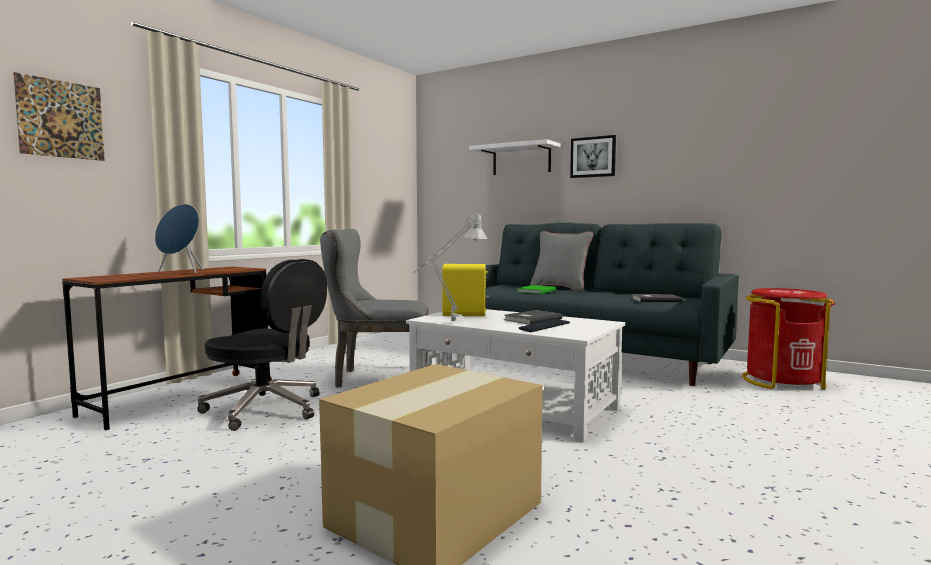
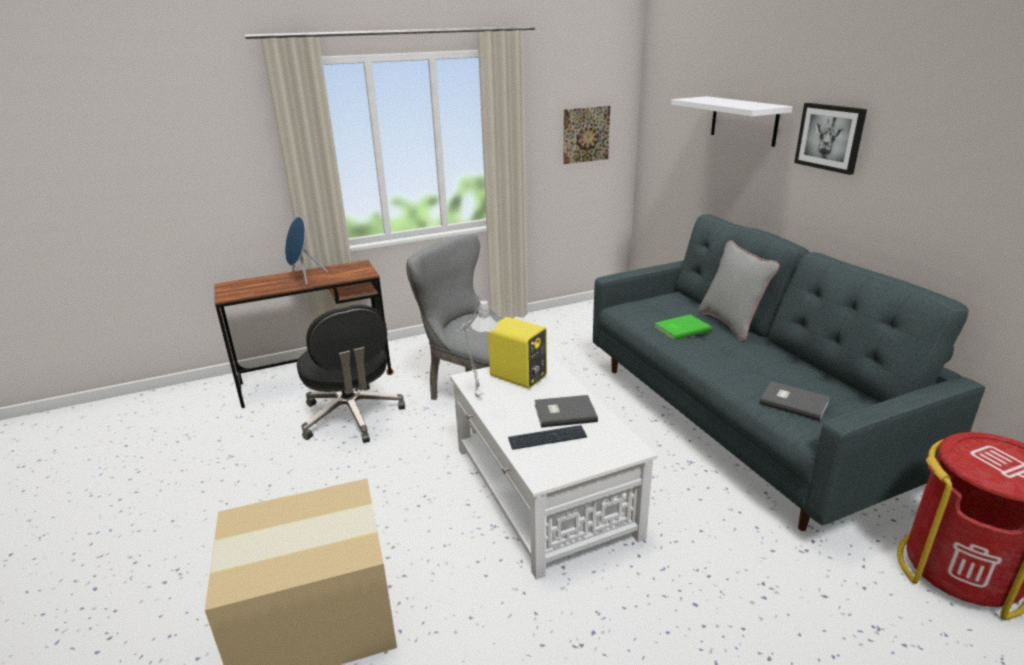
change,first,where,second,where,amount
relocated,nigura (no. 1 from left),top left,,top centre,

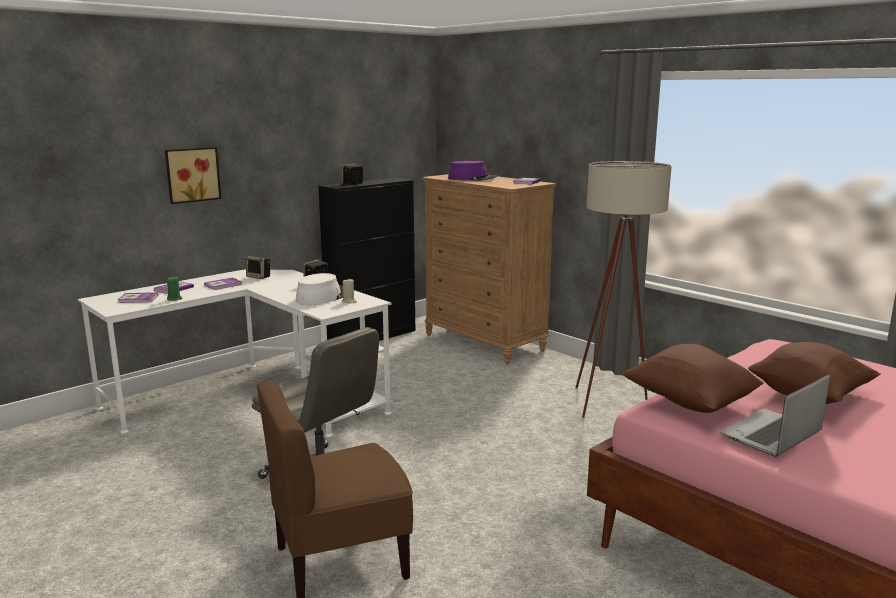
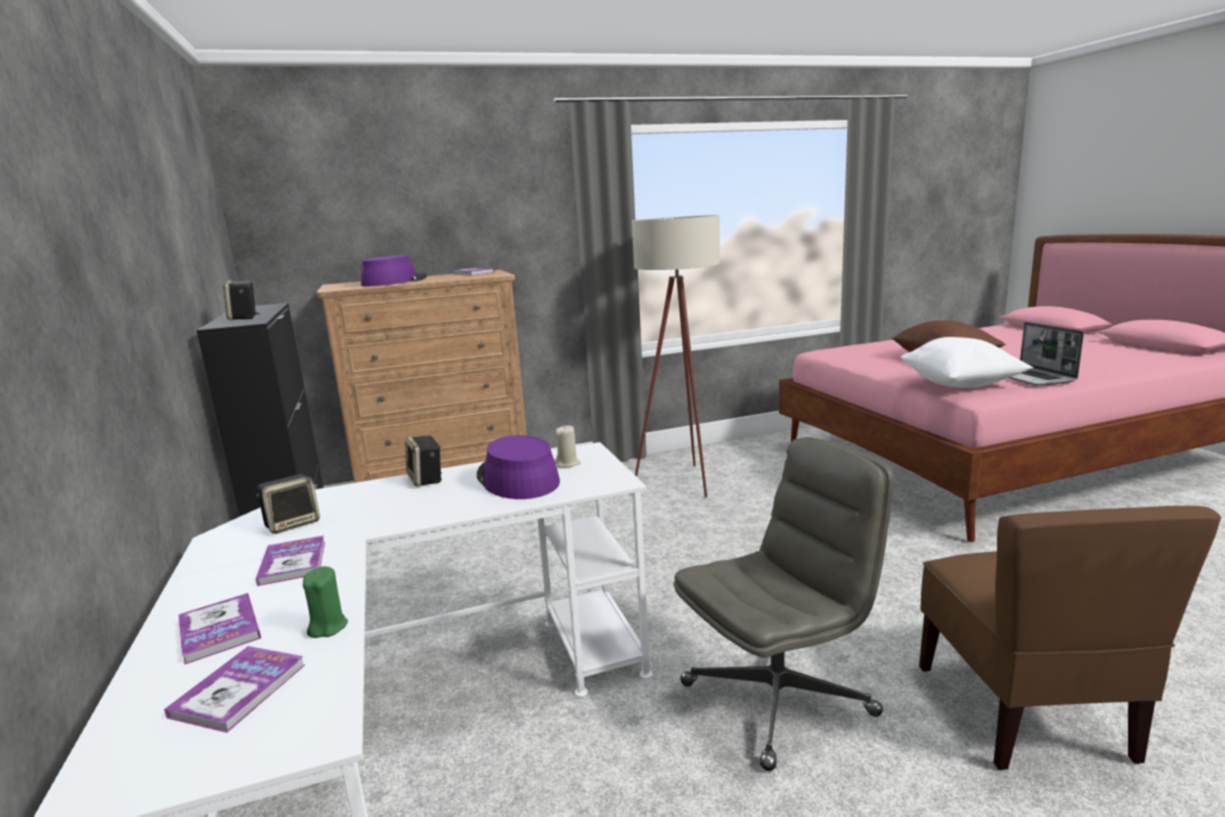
change,first,where,second,where,amount
colour,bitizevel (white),centre,bitizevel (purple) (no. 2 from left),centre,
colour,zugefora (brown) (no. 1 from left),middle right,zugefora (white),middle right,
missing,nigura,top left,,,

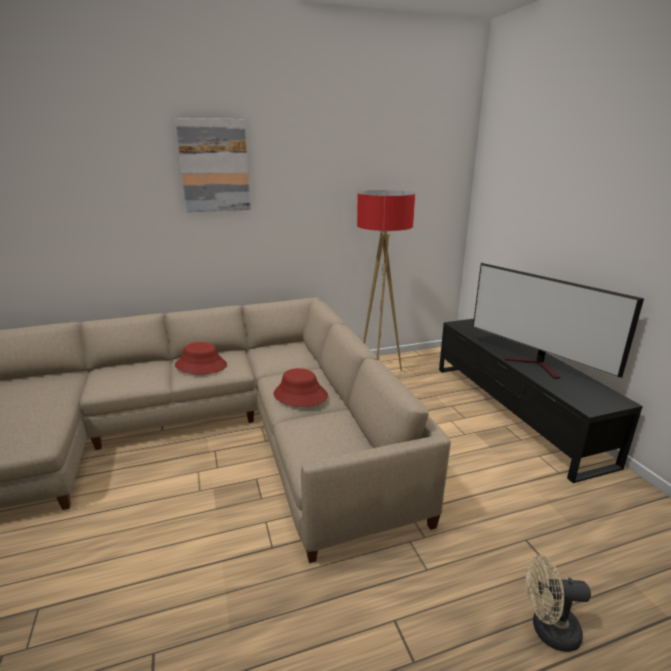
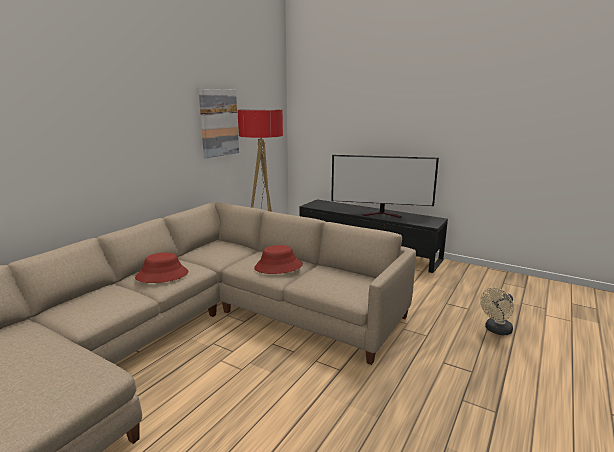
change,first,where,second,where,amount
relocated,nigura,top left,,top centre,

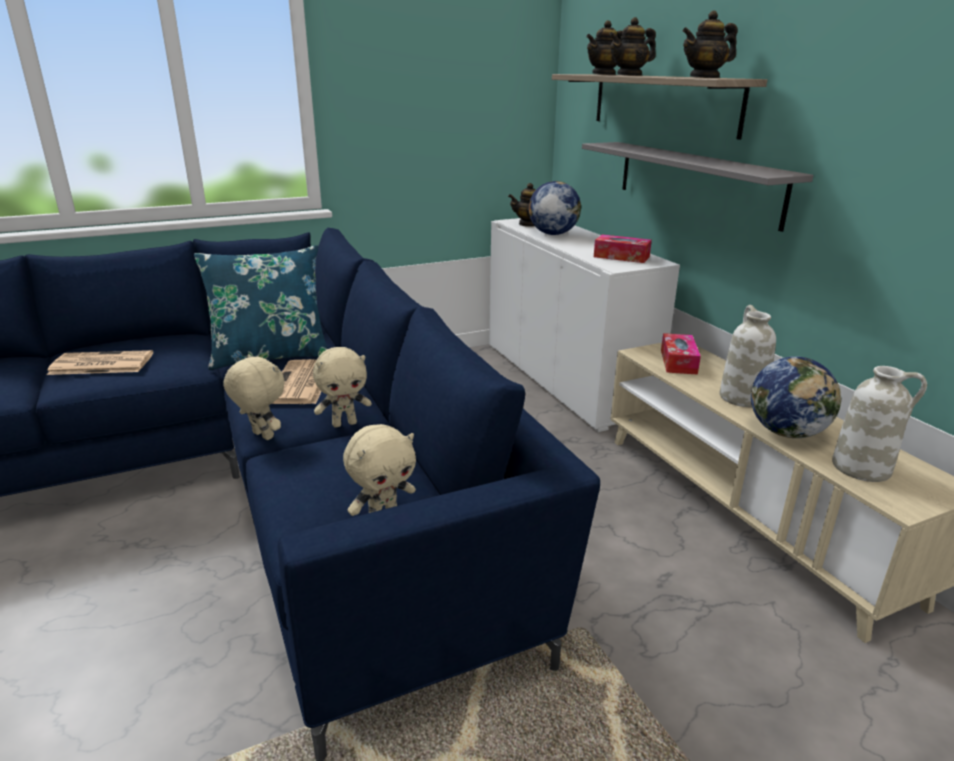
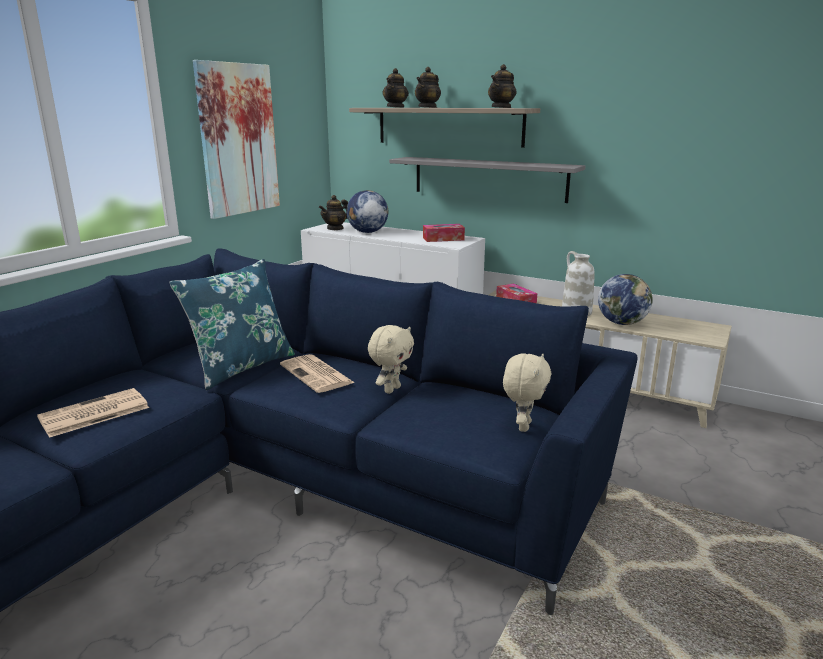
change,first,where,second,where,amount
appeared,,,nigura,top left,
missing,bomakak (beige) (no. 1 from left),middle left,,,
missing,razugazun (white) (no. 2 from left),middle right,,,

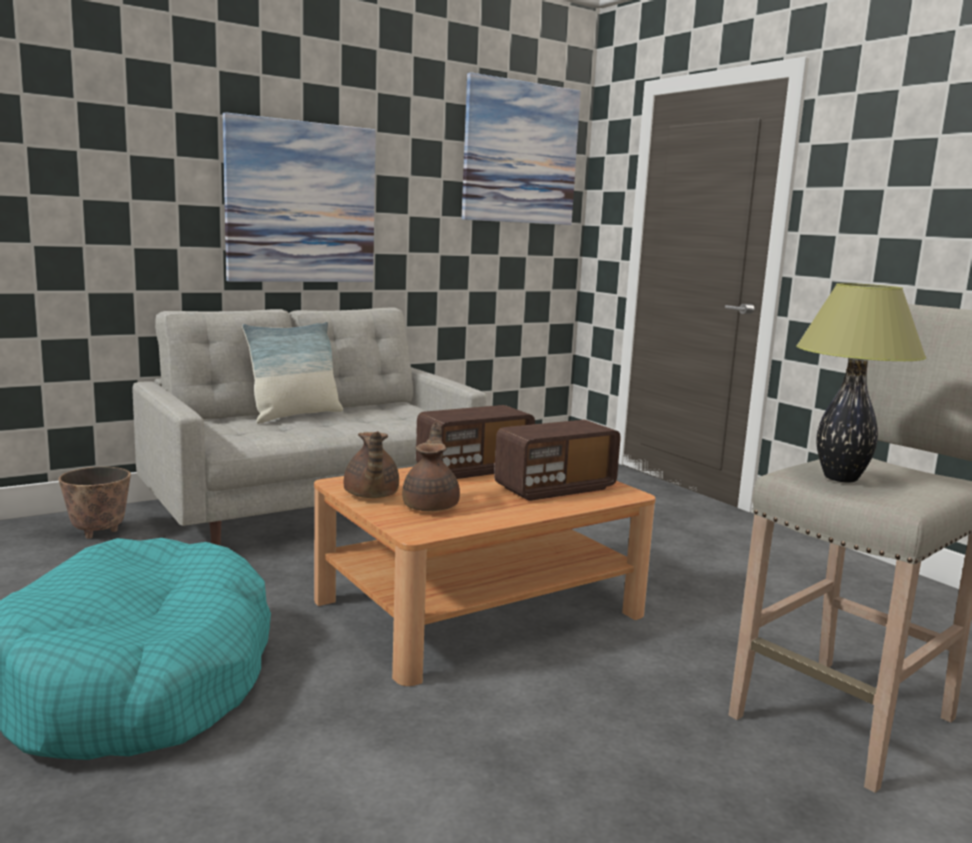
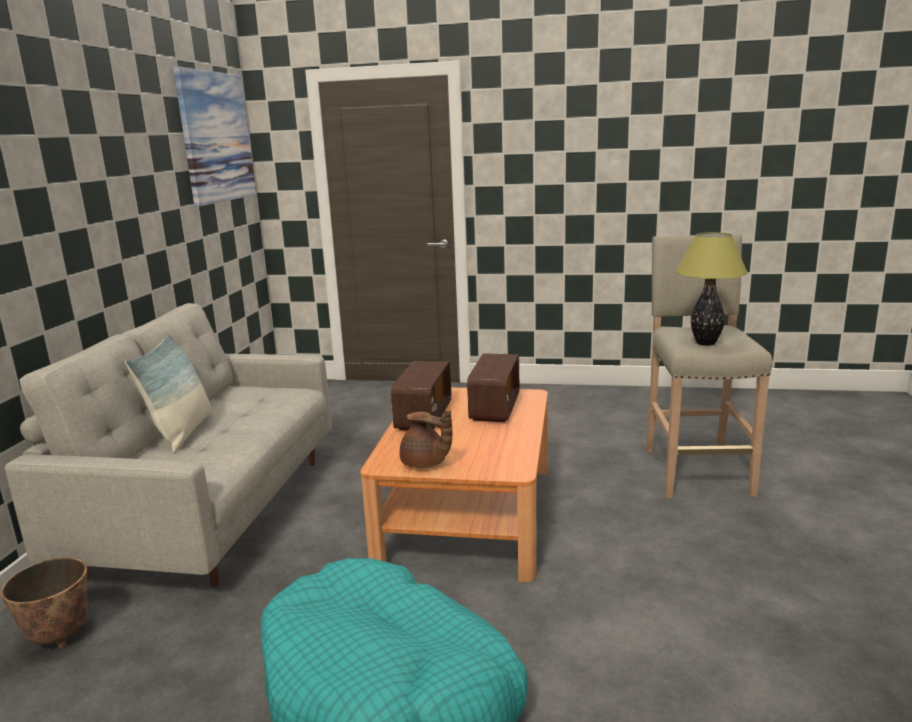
change,first,where,second,where,amount
missing,nigura (no. 1 from left),top left,,,
missing,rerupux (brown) (no. 2 from left),centre,,,

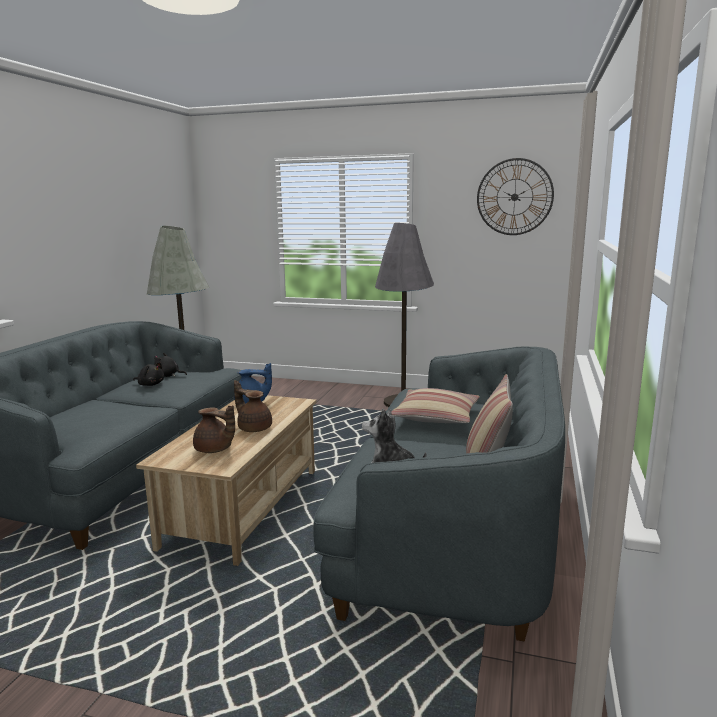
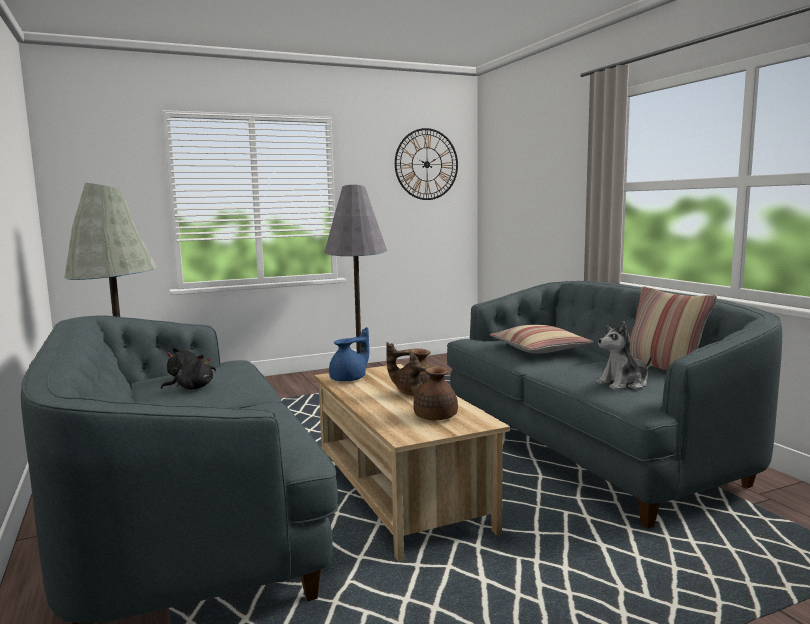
change,first,where,second,where,amount
spun,rerupux (brown) (no. 1 from left in the first image),middle left,rerupux (brown) (no. 2 from left),centre,120 degrees counterclockwise

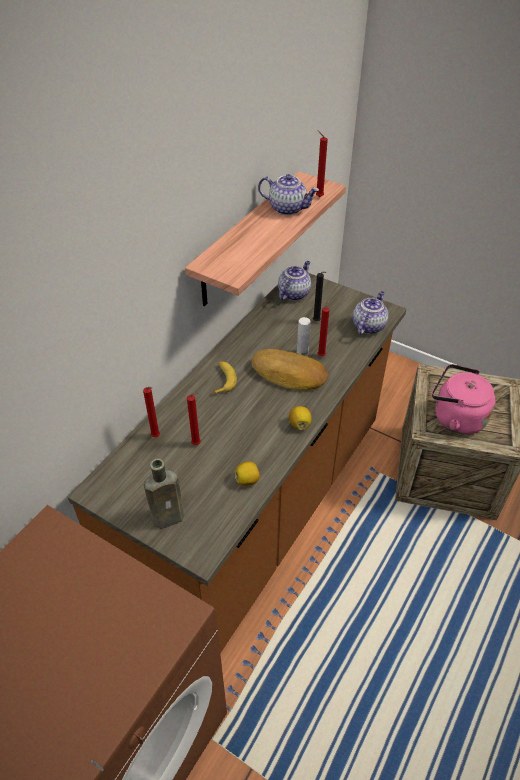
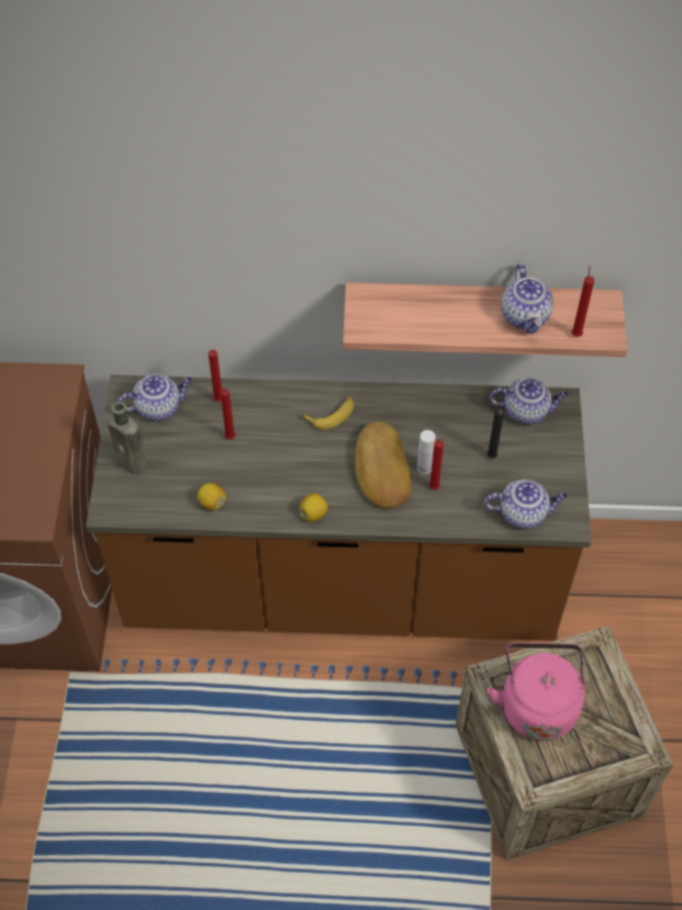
change,first,where,second,where,amount
appeared,,,rerupux (no. 1 from left),middle left,

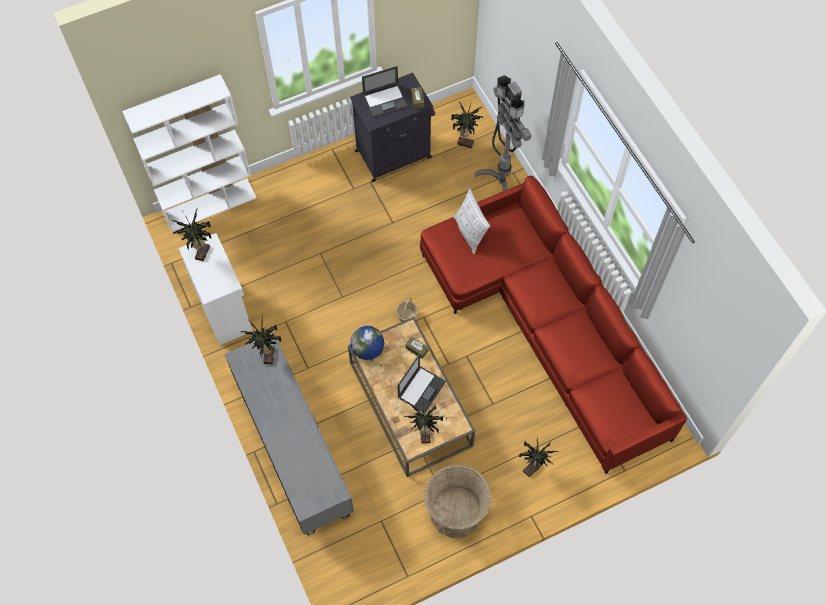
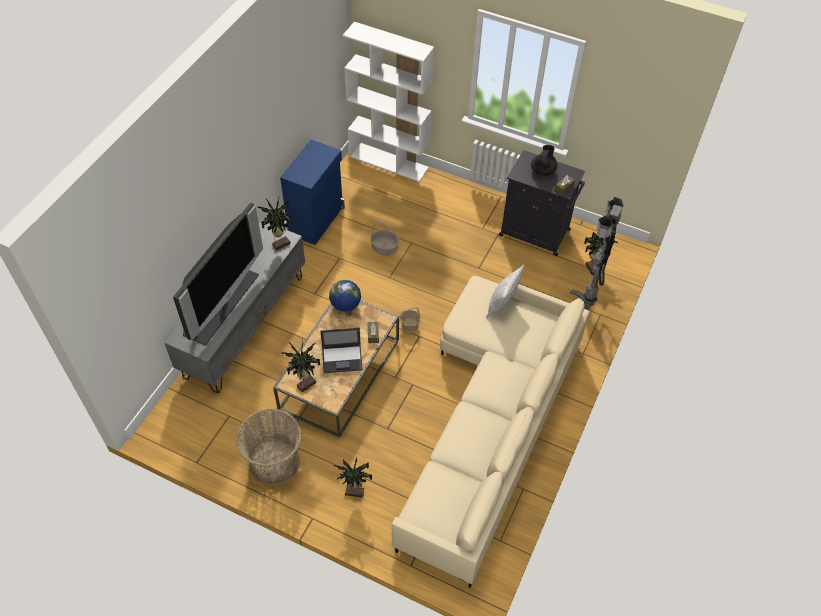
change,first,where,second,where,amount
appeared,,,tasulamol,middle left,
colour,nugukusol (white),middle left,nugukusol (blue),top centre,
appeared,,,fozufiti (no. 2 from left),centre,
colour,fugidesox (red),middle right,fugidesox (beige),bottom centre,
exchanged,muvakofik (no. 1 from left),top centre,rerupux (black),top centre,
missing,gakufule (no. 1 from left),middle left,,,

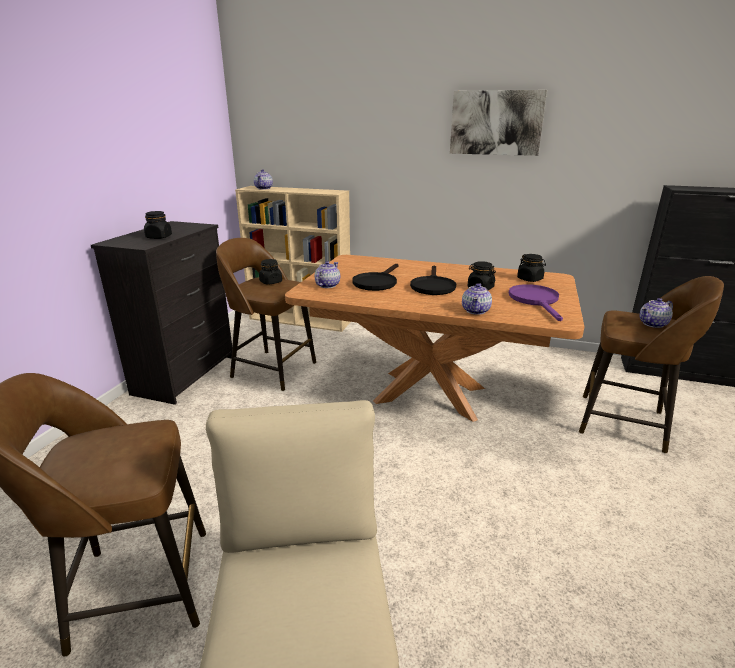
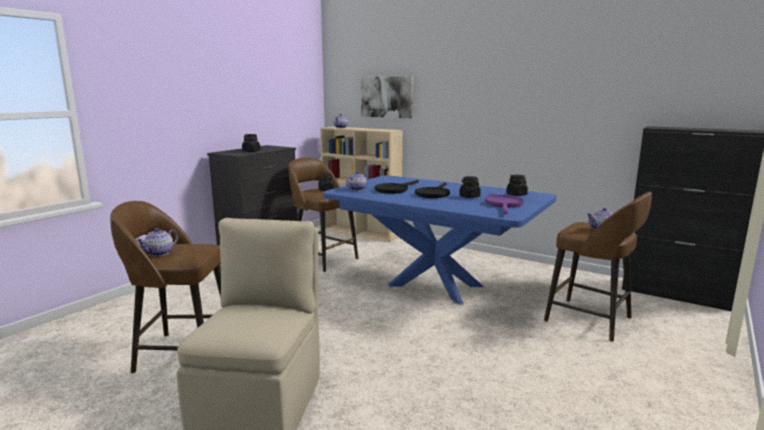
change,first,where,second,where,amount
relocated,rerupux (no. 3 from left in the first image),centre,rerupux (no. 1 from left),middle left,
colour,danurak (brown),centre,danurak (blue),centre,
relocated,nigura,top right,,top centre,

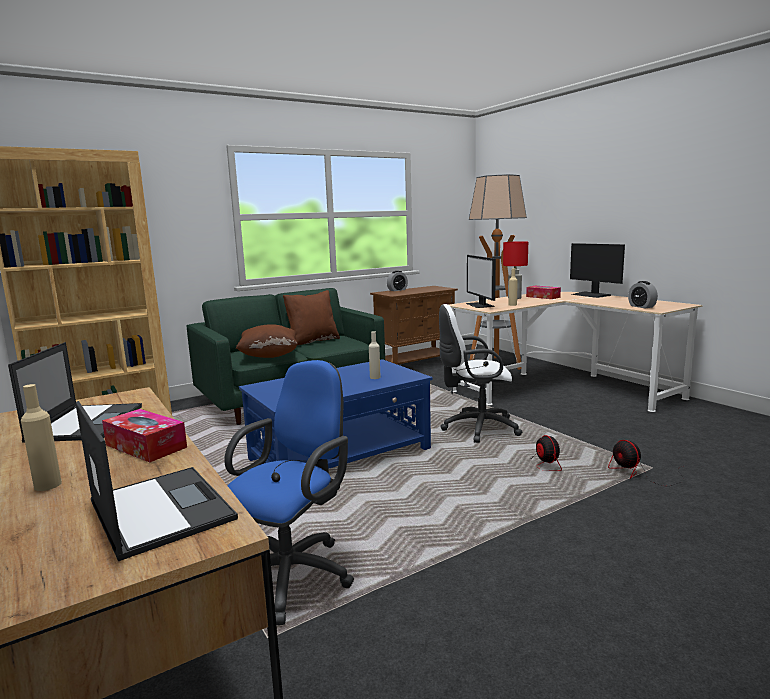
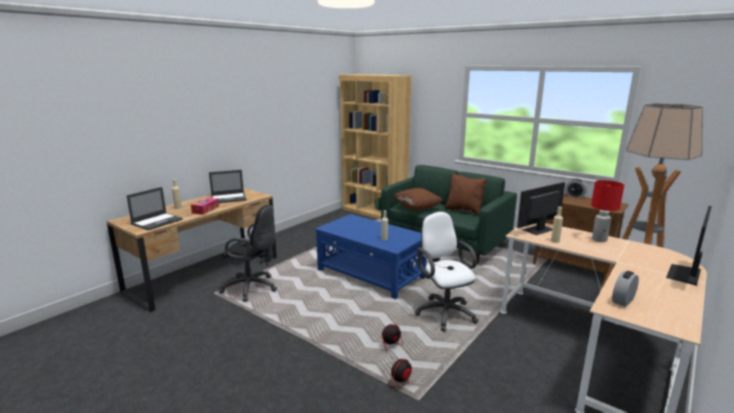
change,first,where,second,where,amount
colour,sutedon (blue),bottom centre,sutedon (black),centre,
missing,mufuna (no. 2 from left),middle right,,,

